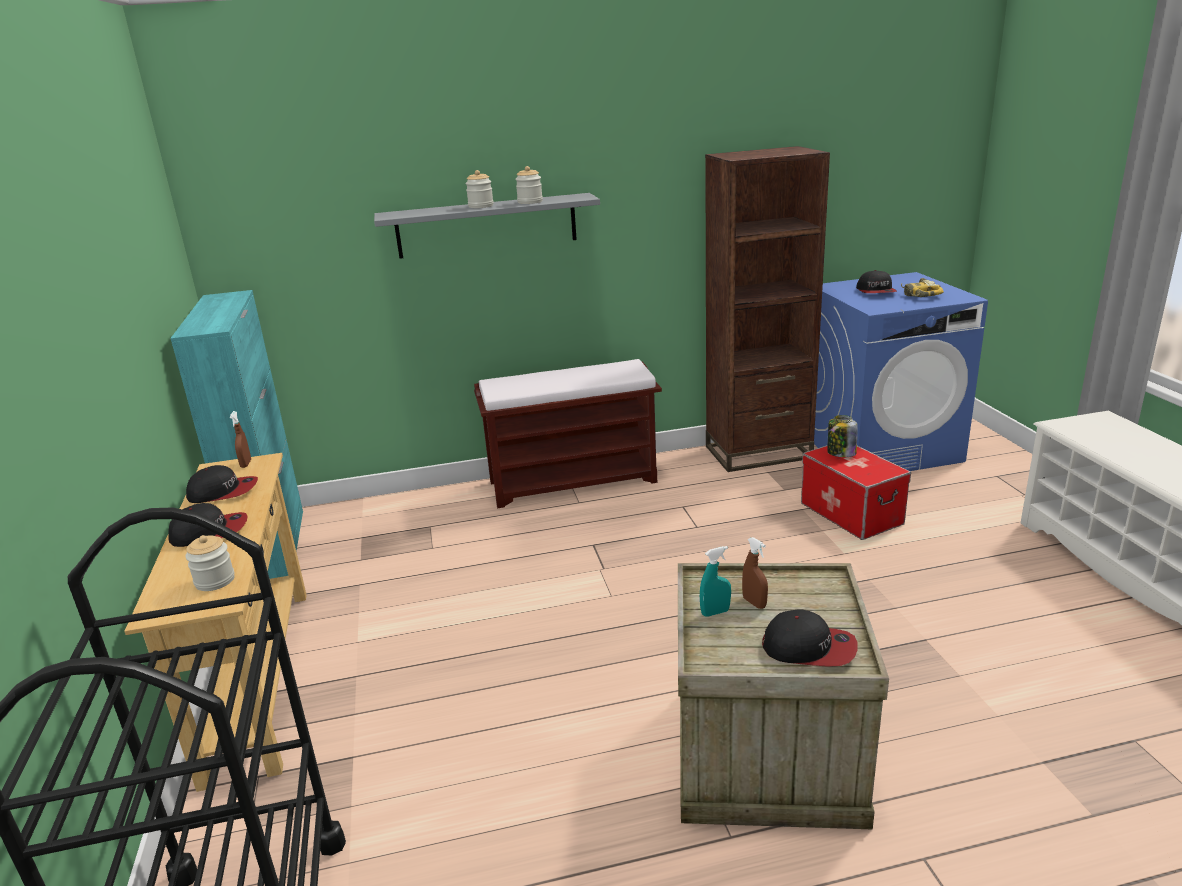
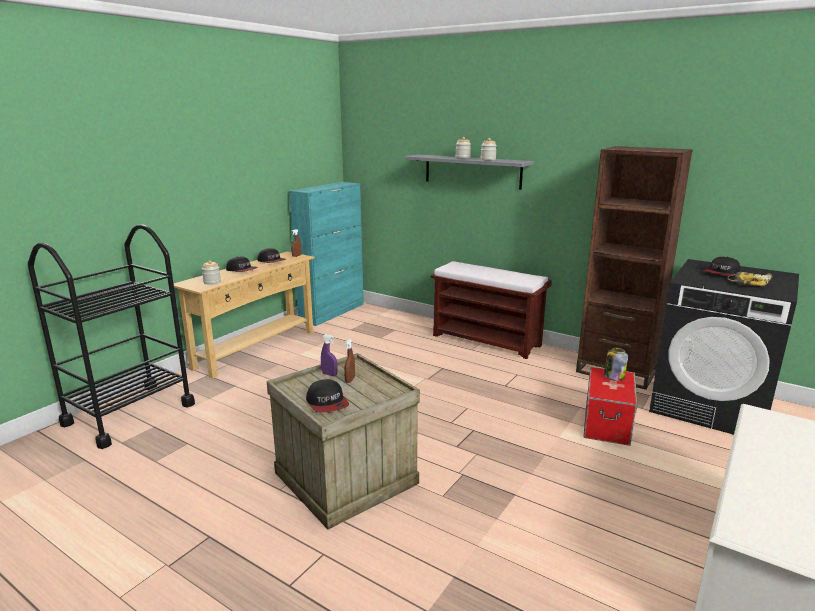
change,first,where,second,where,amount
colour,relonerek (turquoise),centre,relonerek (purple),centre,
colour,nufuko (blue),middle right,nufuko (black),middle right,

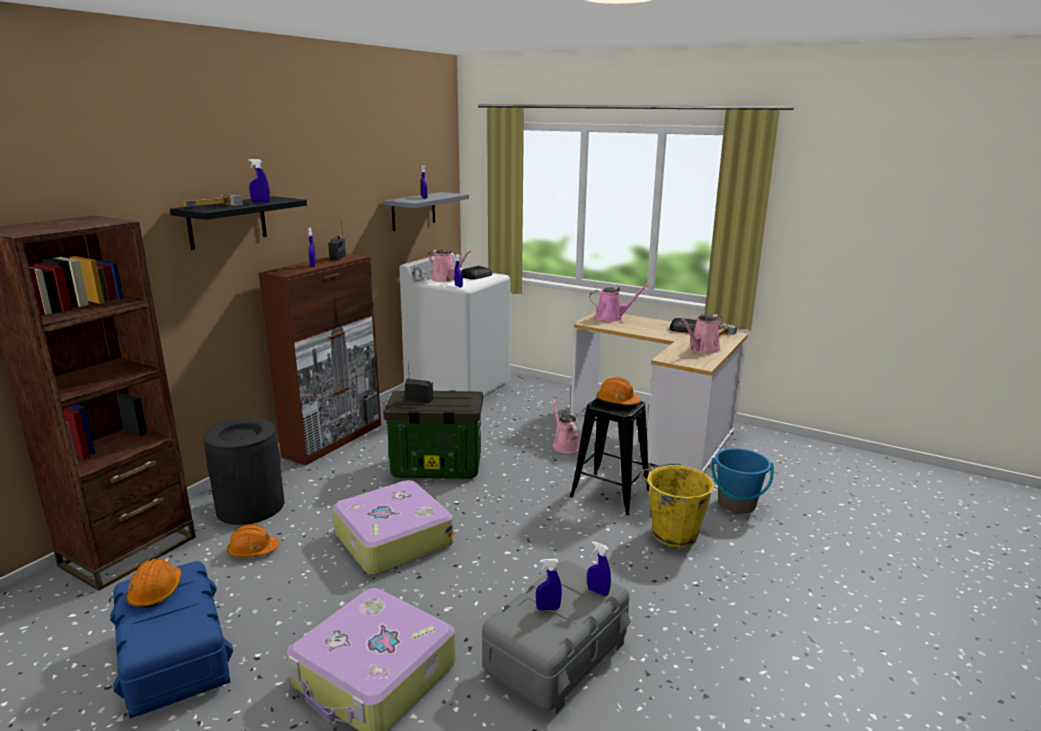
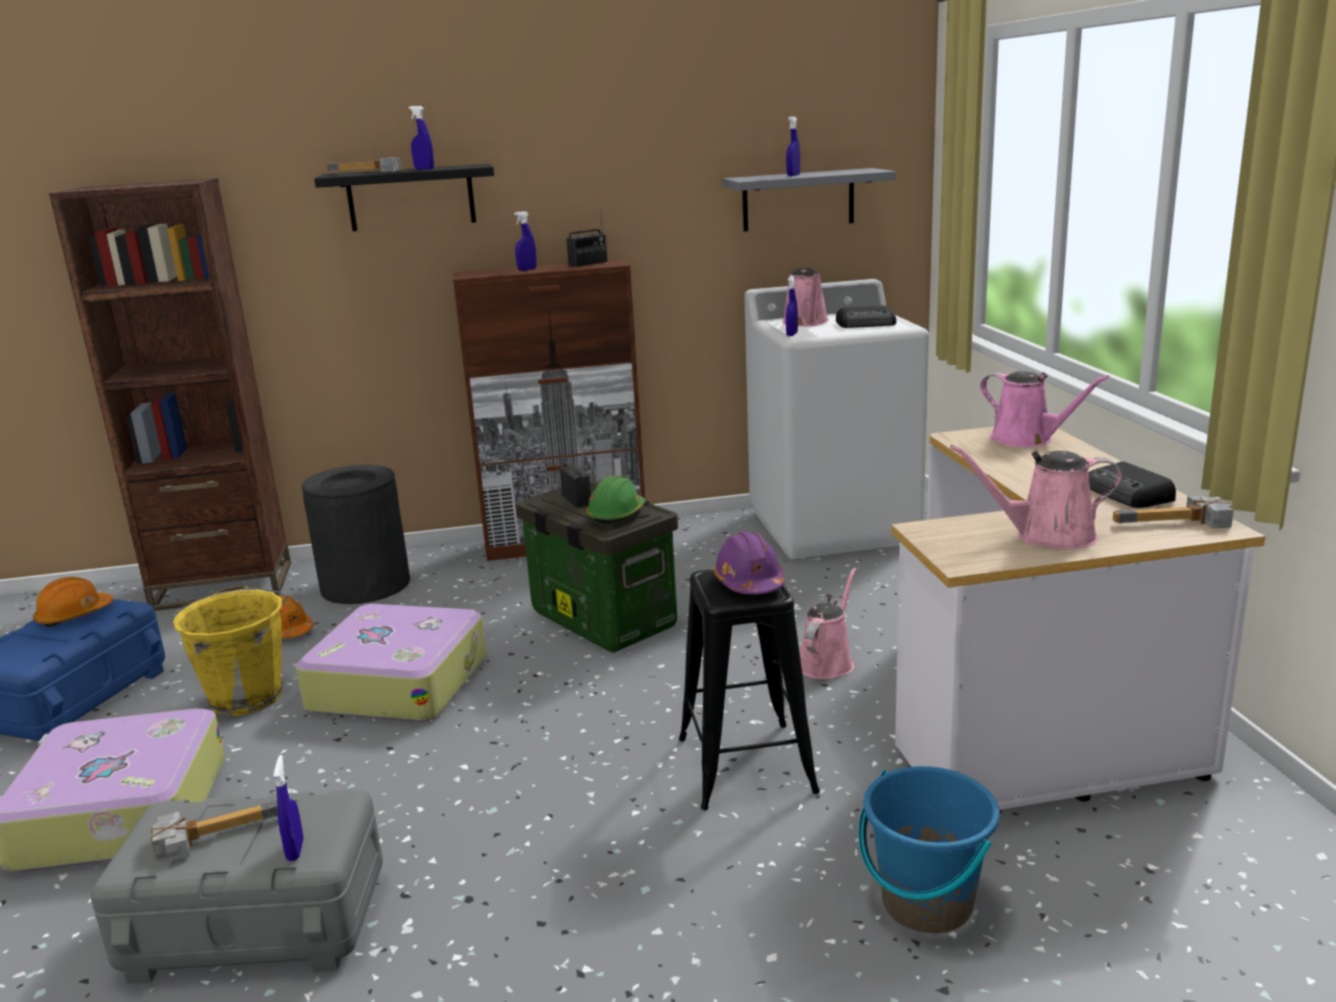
change,first,where,second,where,amount
exchanged,relonerek (blue) (no. 5 from left),bottom centre,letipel (no. 1 from left),bottom left,
relocated,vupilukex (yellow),bottom centre,,middle left,
appeared,,,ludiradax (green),centre,
colour,ludiradax (orange) (no. 3 from left),centre,ludiradax (purple),centre,

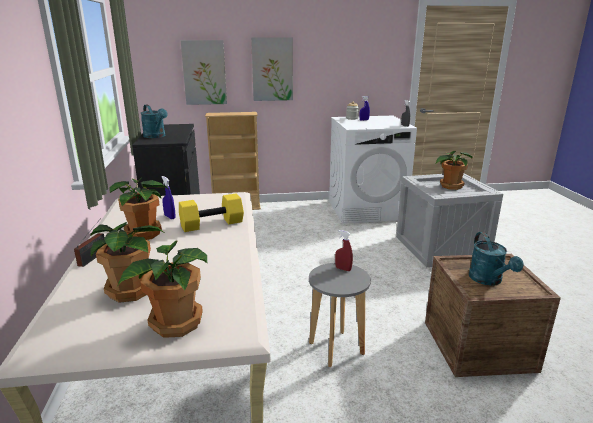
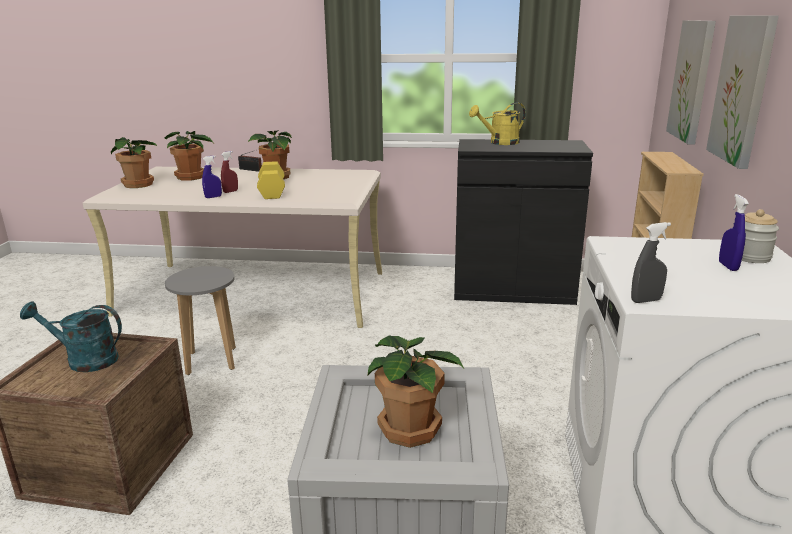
change,first,where,second,where,amount
relocated,relonerek (blue) (no. 1 from left),middle left,,top left,
relocated,relonerek (red),centre,,top left,
colour,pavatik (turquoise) (no. 1 from left),top left,pavatik (yellow),top centre,

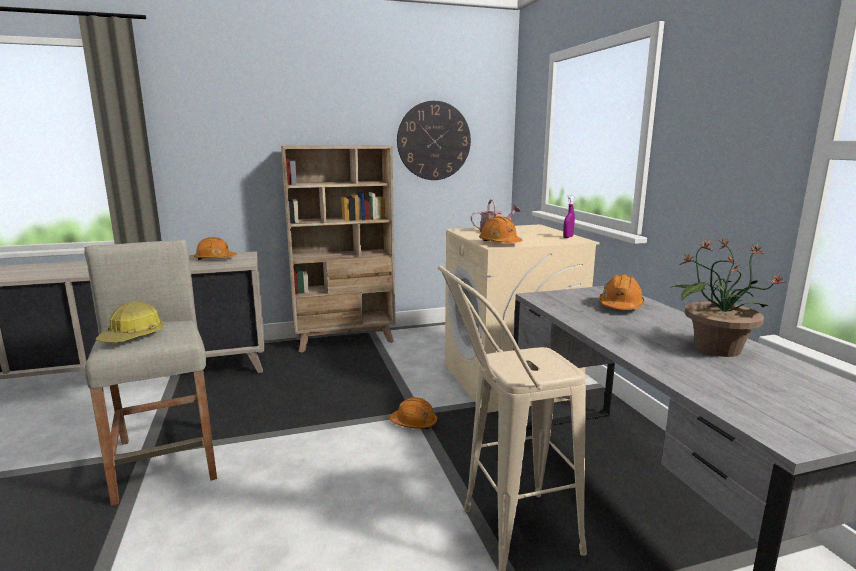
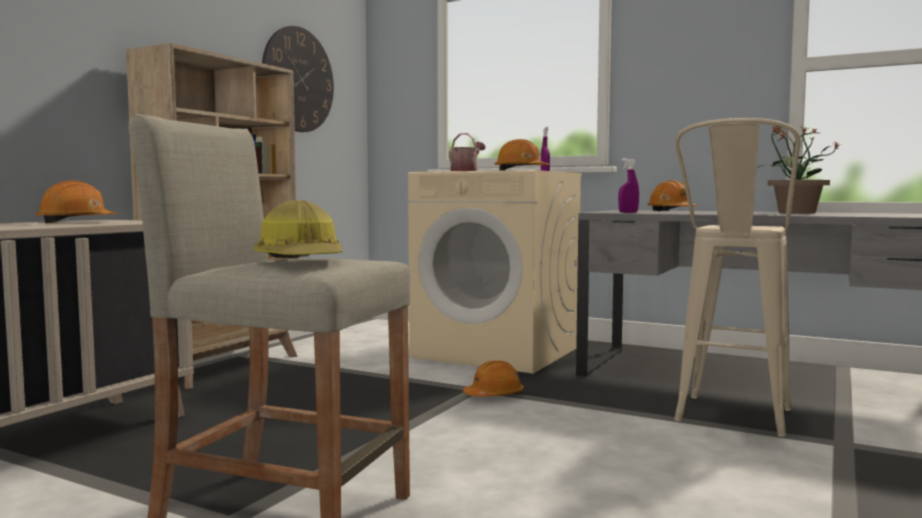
change,first,where,second,where,amount
appeared,,,relonerek (purple) (no. 2 from left),middle right,

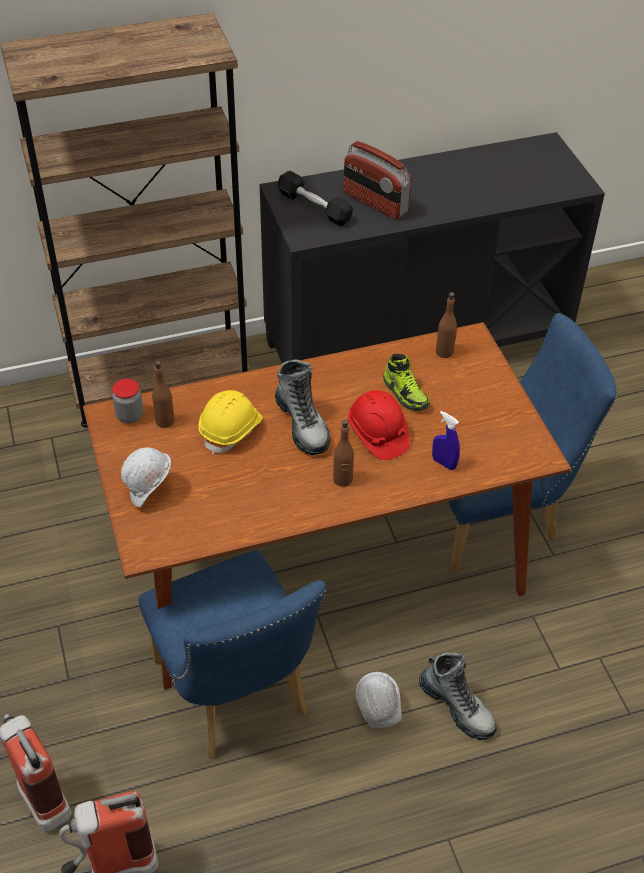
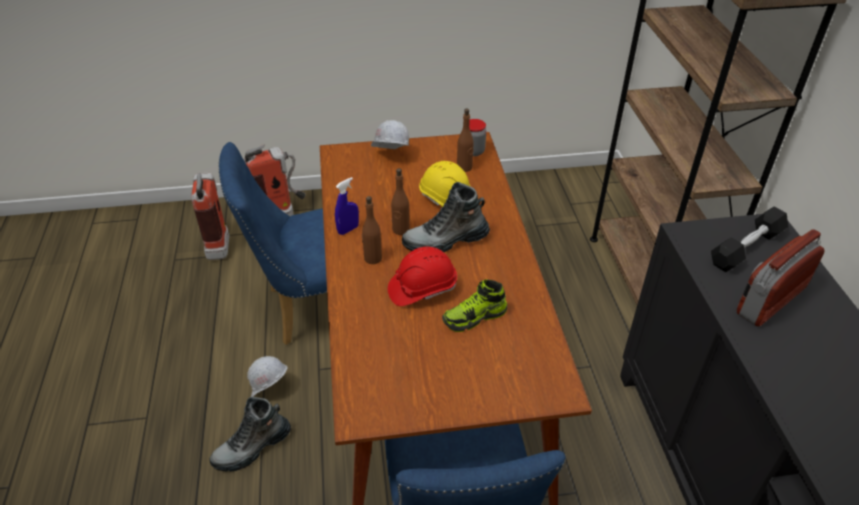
change,first,where,second,where,amount
relocated,relonerek (blue),middle right,,centre,
relocated,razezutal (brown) (no. 3 from left in the first image),middle right,razezutal (brown) (no. 2 from left),centre,

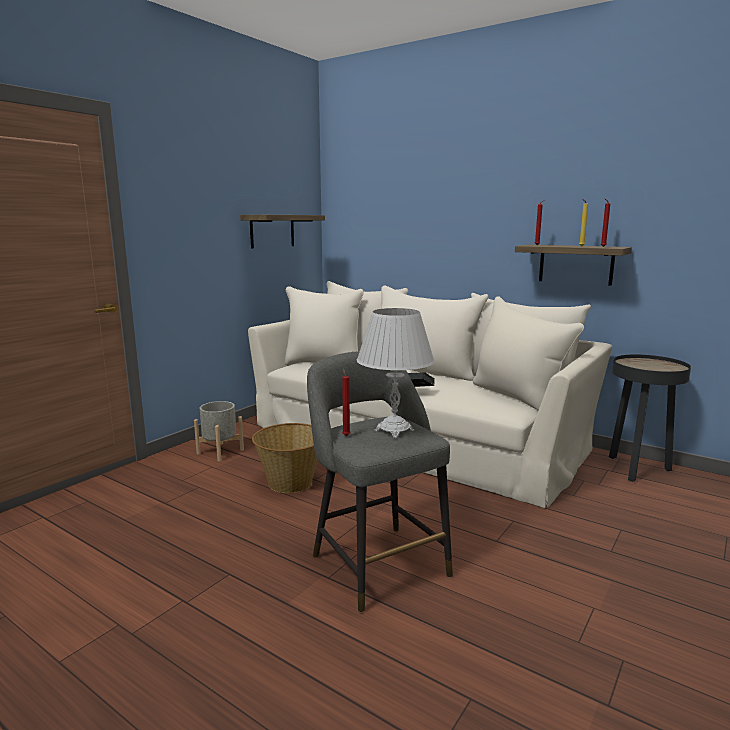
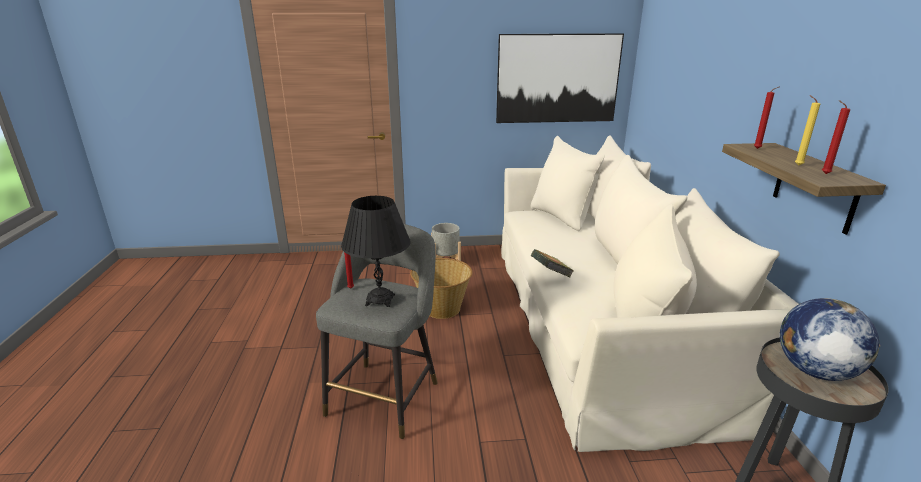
change,first,where,second,where,amount
colour,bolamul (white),centre,bolamul (black),centre,
exchanged,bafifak (no. 1 from left),top centre,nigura,top centre,
appeared,,,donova,bottom right,

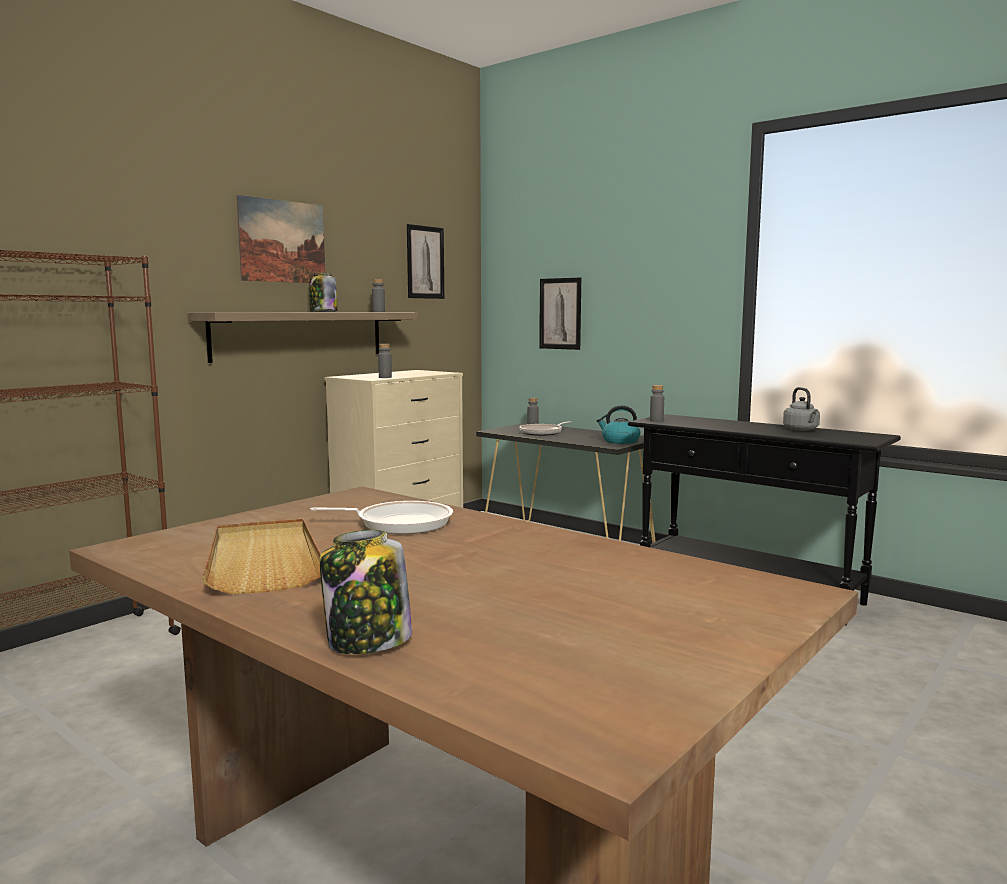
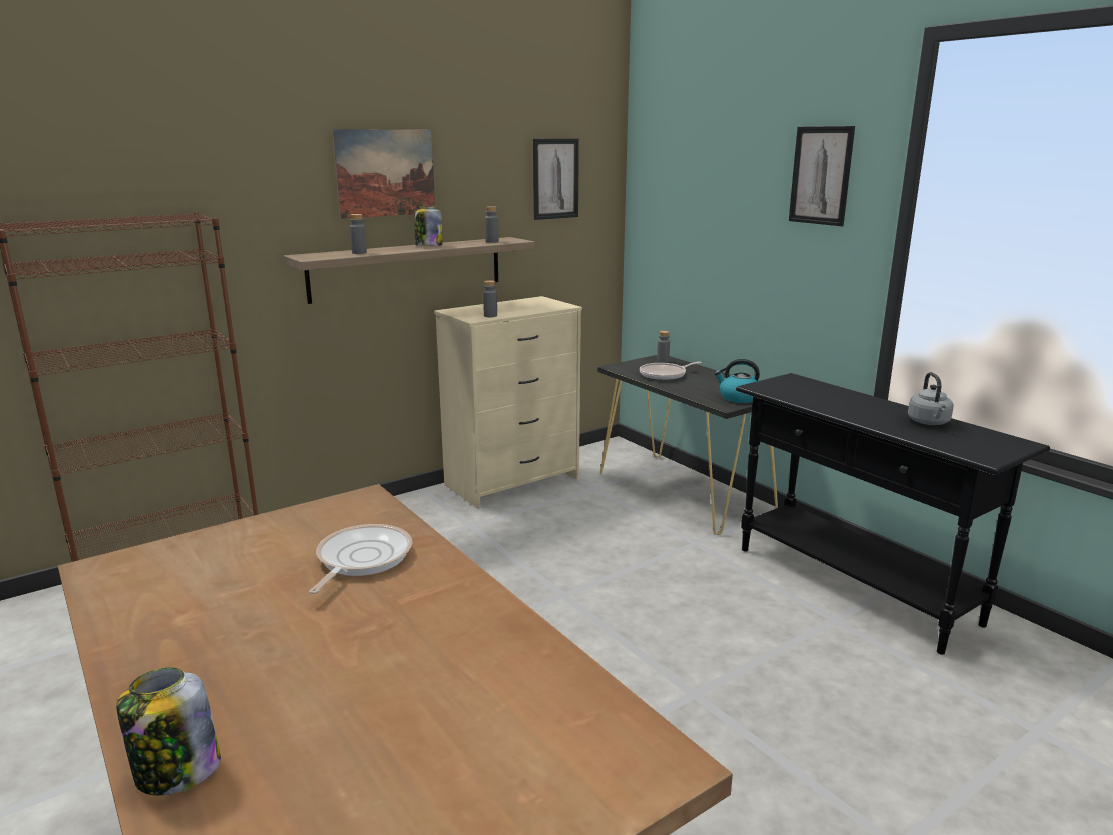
change,first,where,second,where,amount
spun,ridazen (no. 1 from left),centre,,bottom left,90 degrees counterclockwise
relocated,razezutal (grey) (no. 4 from left in the first image),centre,razezutal (grey) (no. 1 from left),top left,
relocated,nigura (no. 3 from left),centre,,top right,
missing,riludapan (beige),middle left,,,

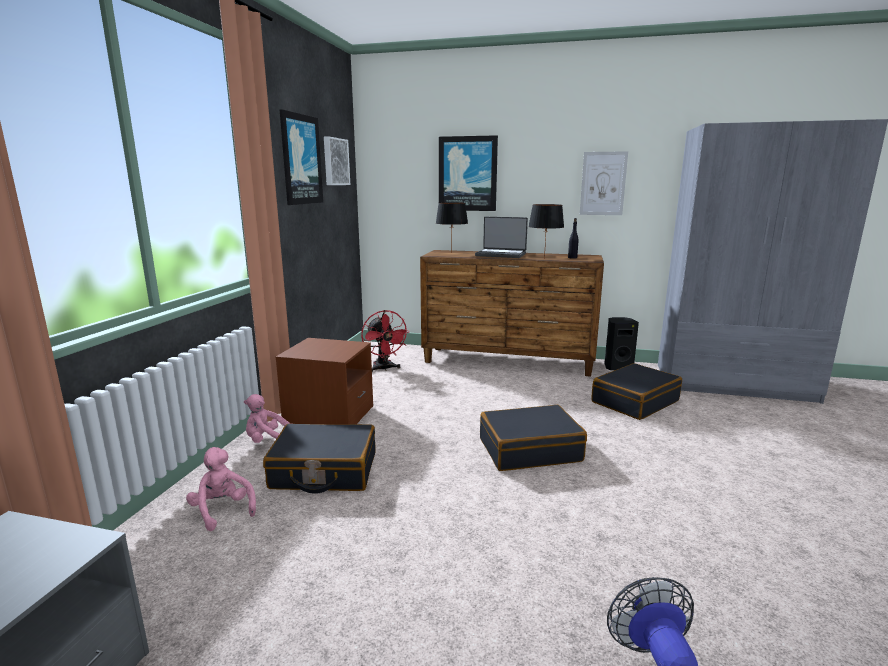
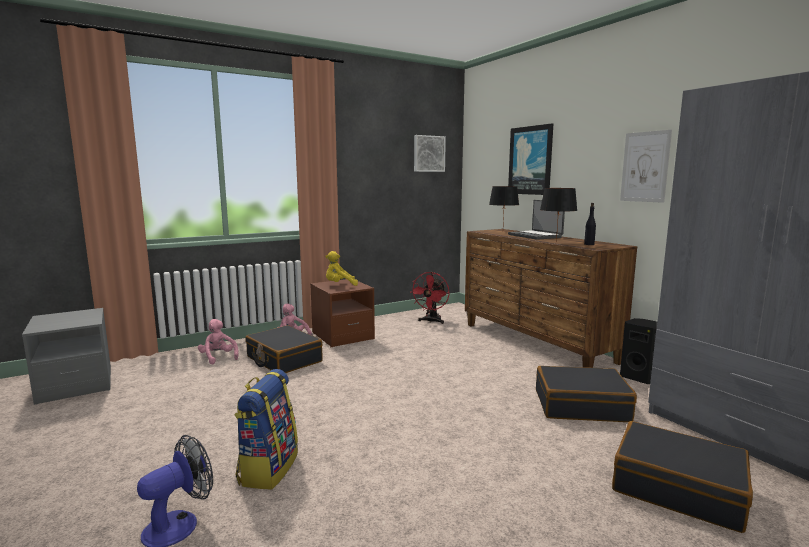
change,first,where,second,where,amount
spun,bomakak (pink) (no. 1 from left),bottom left,,middle left,45 degrees counterclockwise
appeared,,,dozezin,bottom left,
appeared,,,bomakak (yellow),centre,
relocated,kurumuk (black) (no. 2 from left in the first image),centre,kurumuk (black) (no. 3 from left),bottom right,
missing,nigura (no. 1 from left),top centre,,,

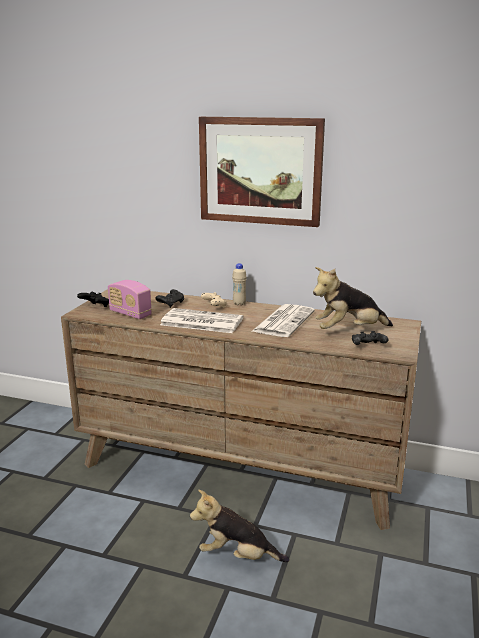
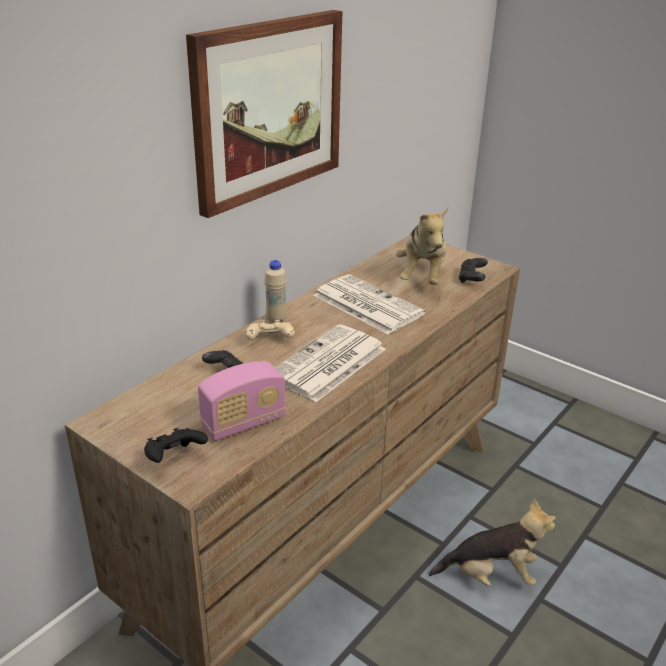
change,first,where,second,where,amount
spun,bomakak (no. 1 from left in the first image),bottom centre,bomakak (no. 2 from left),bottom right,120 degrees counterclockwise

